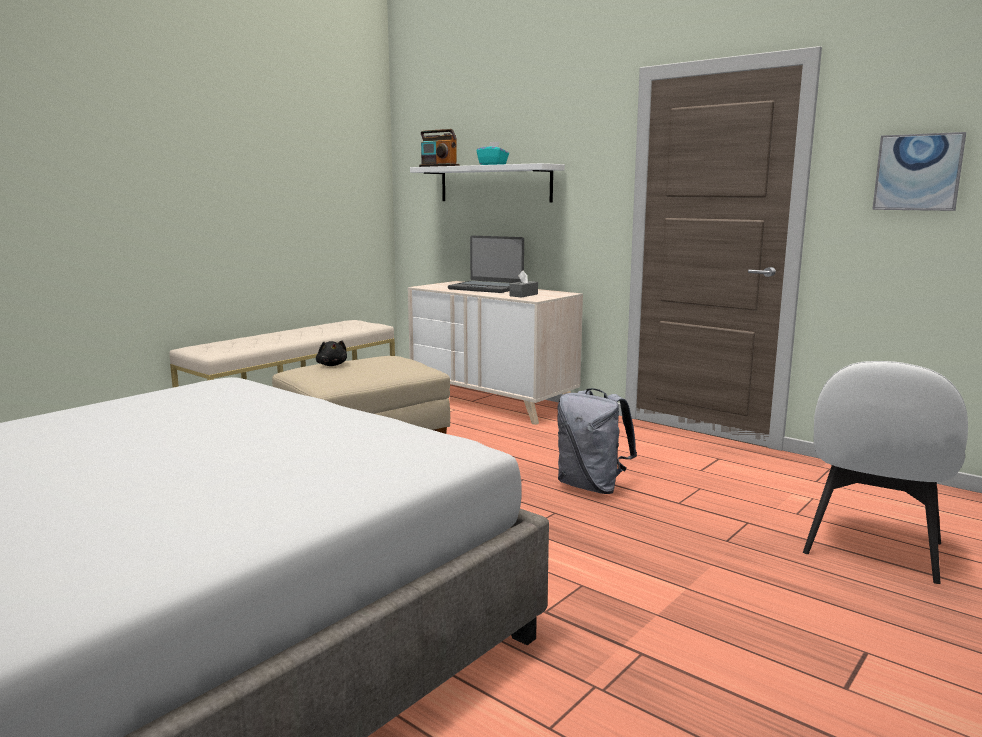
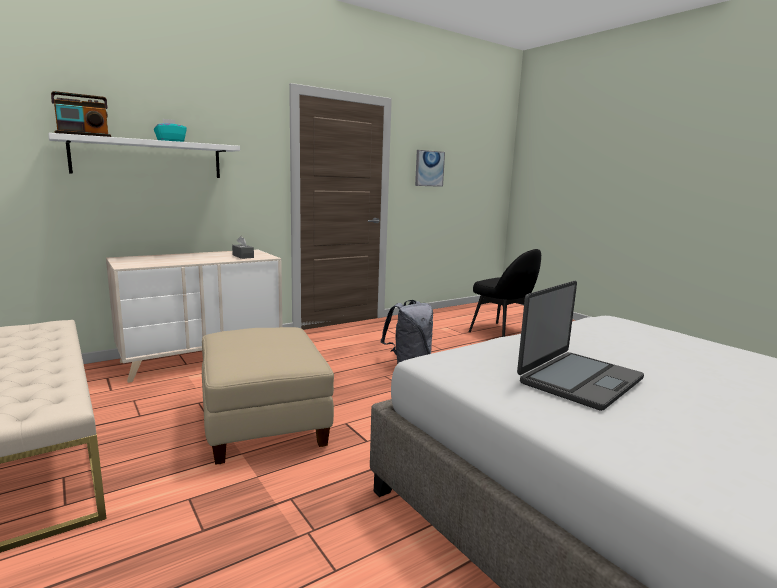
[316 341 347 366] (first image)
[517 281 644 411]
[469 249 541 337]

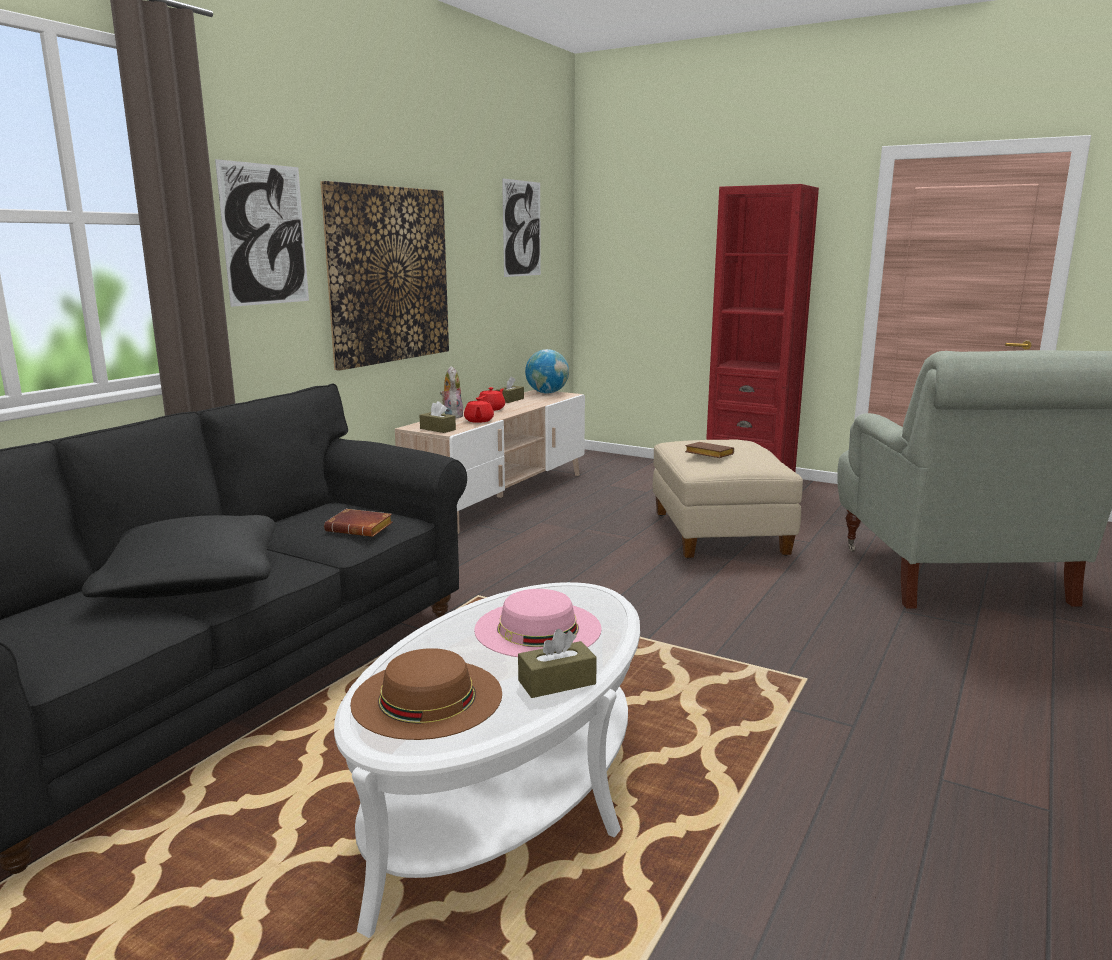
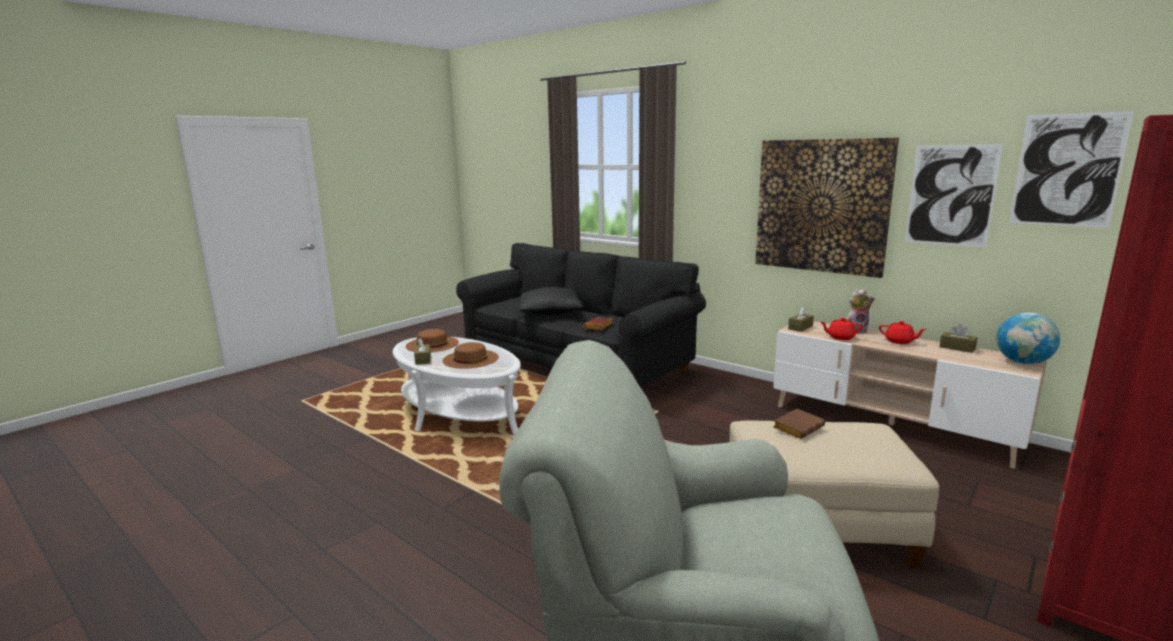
[905 144 1003 248]
[442 342 499 369]

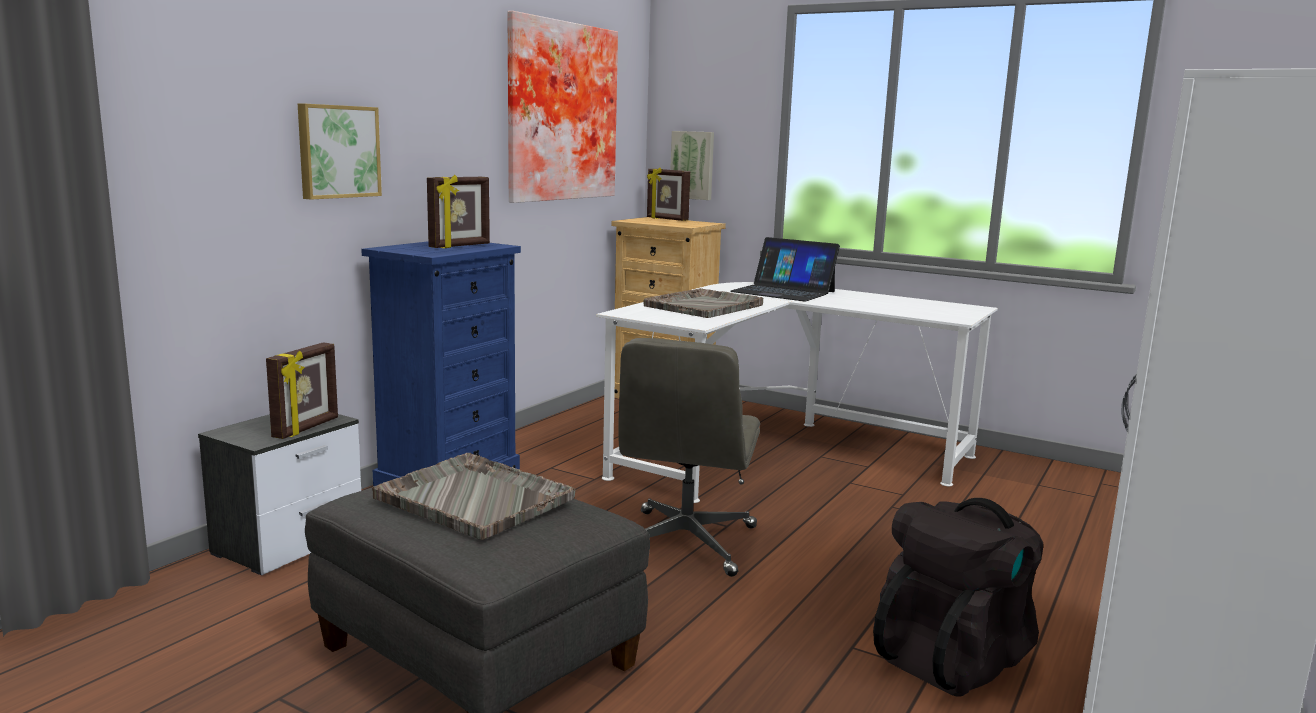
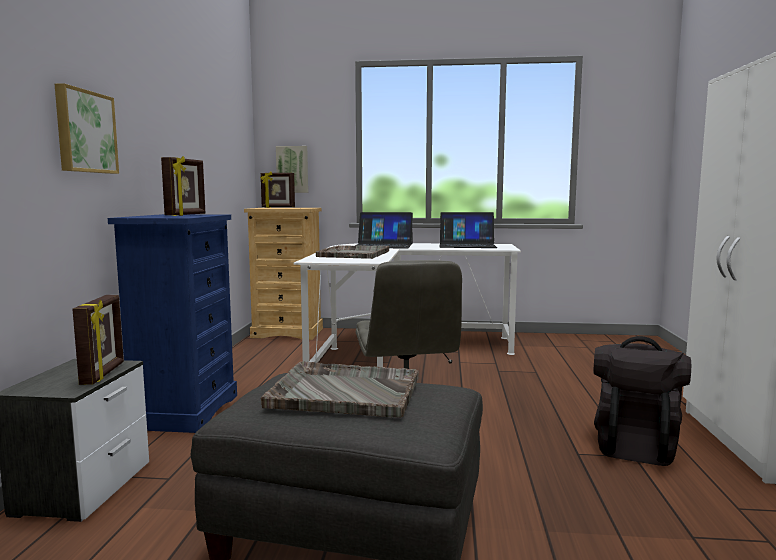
[507 11 618 203] (first image)
[439 212 497 248]

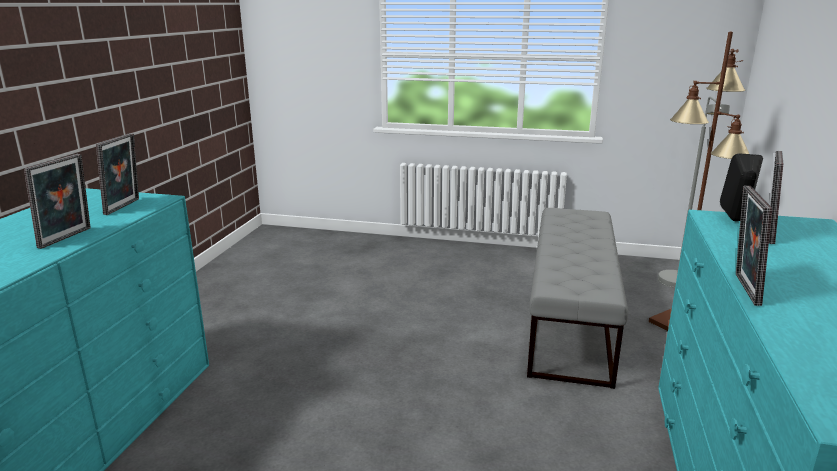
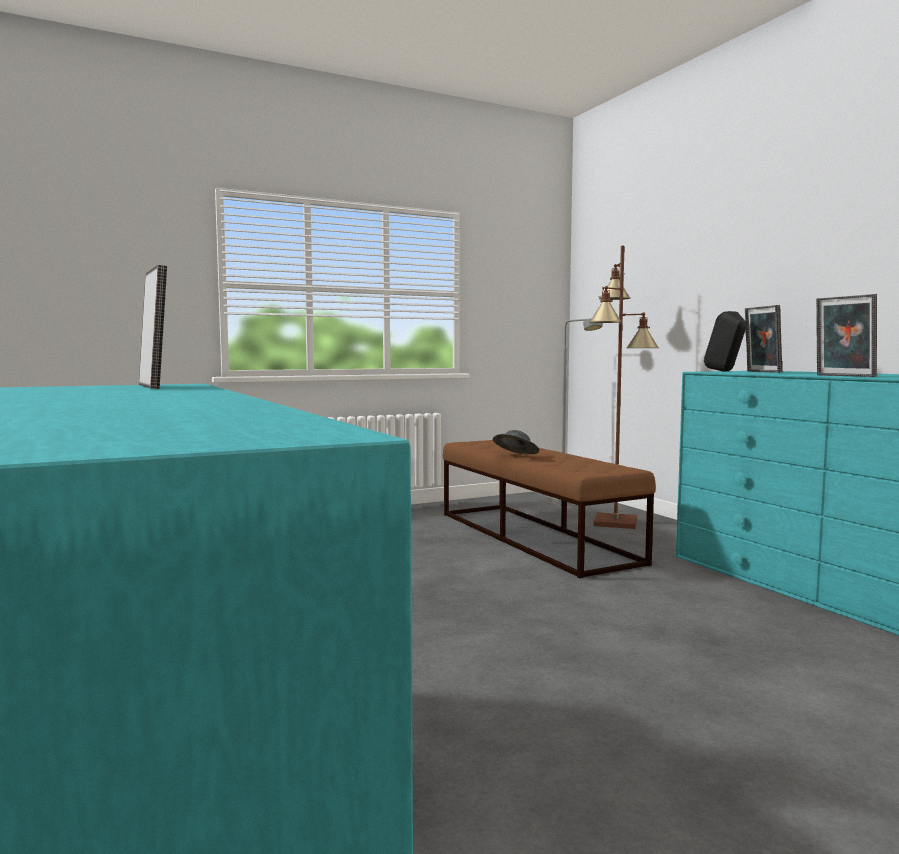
[24 154 91 249] (first image)
[443 440 656 578]
[493 430 540 454]

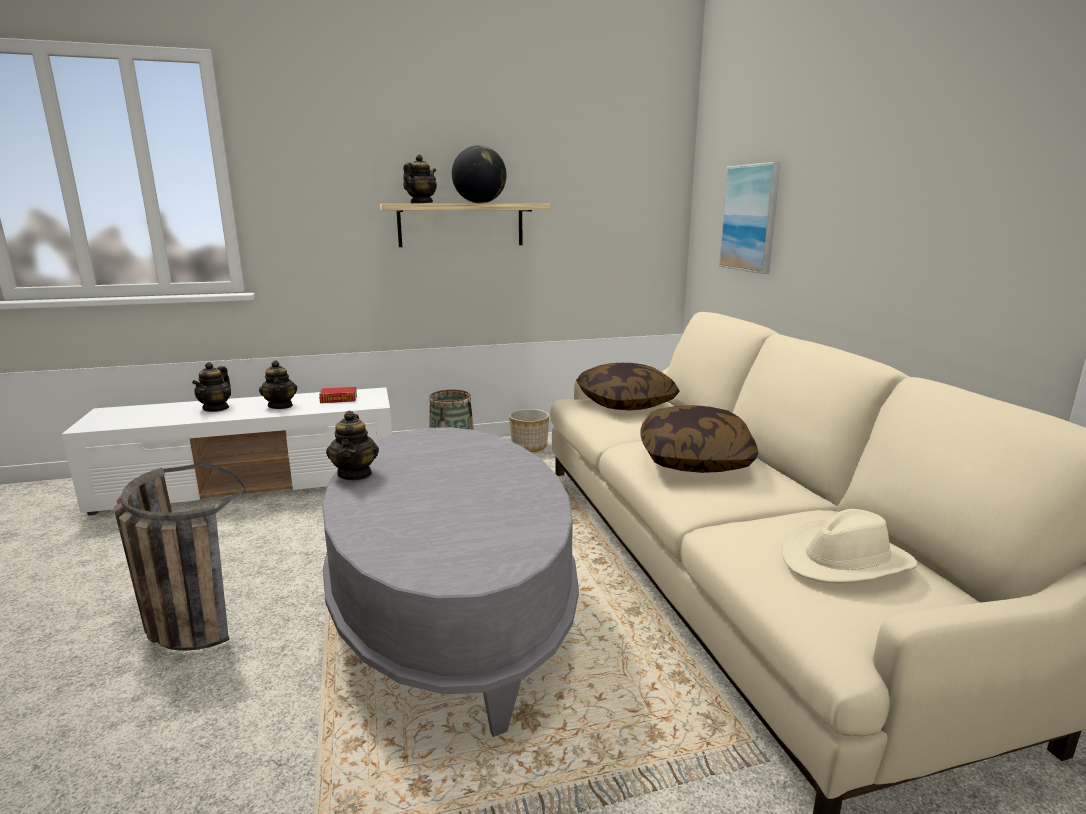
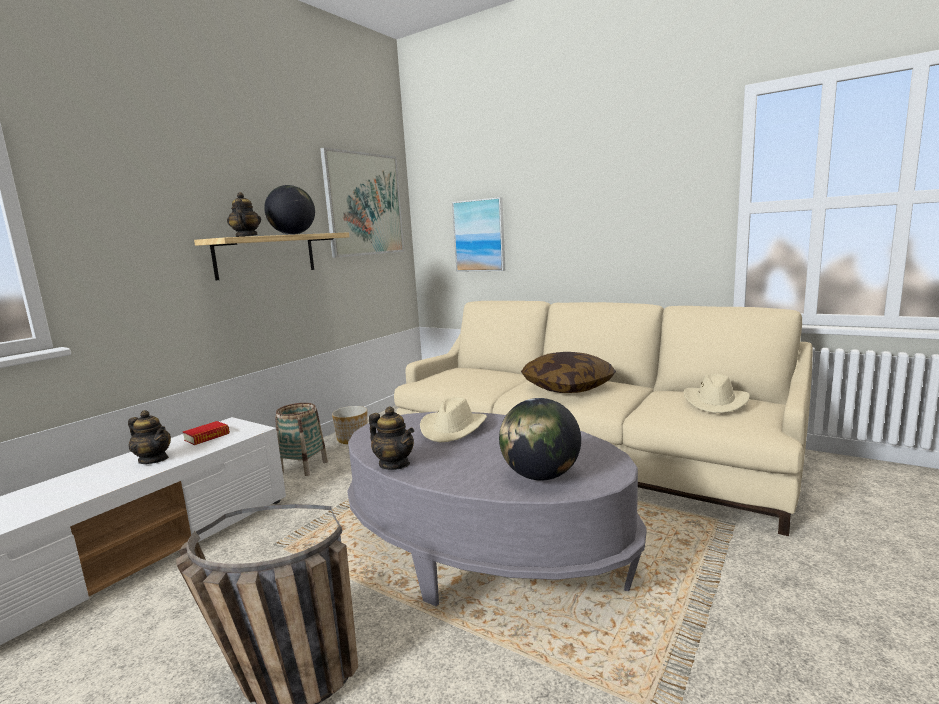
[192 362 231 412] (first image)
[576 363 680 410] (first image)
[320 147 404 258]
[420 397 487 442]
[499 398 581 481]

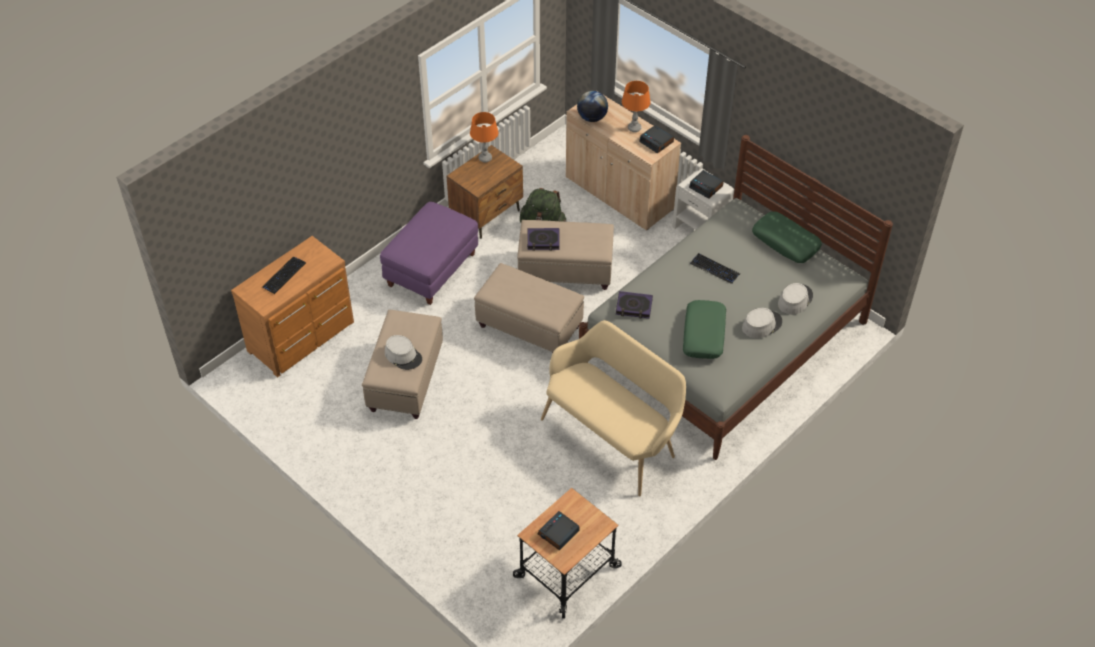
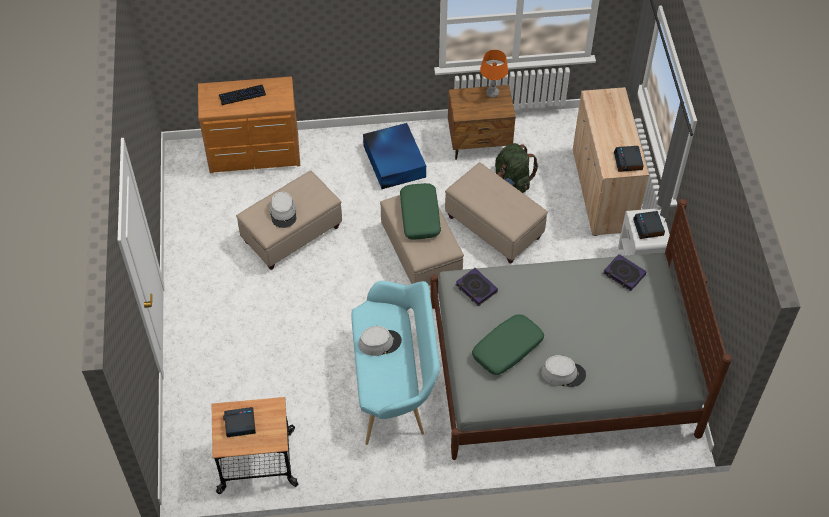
[363 123 426 189]
[603 254 647 291]
[351 281 440 445]
[577 91 608 122] (first image)
[622 81 651 132] (first image)
[690 253 740 284] (first image)
[400 183 441 239]
[358 326 402 356]

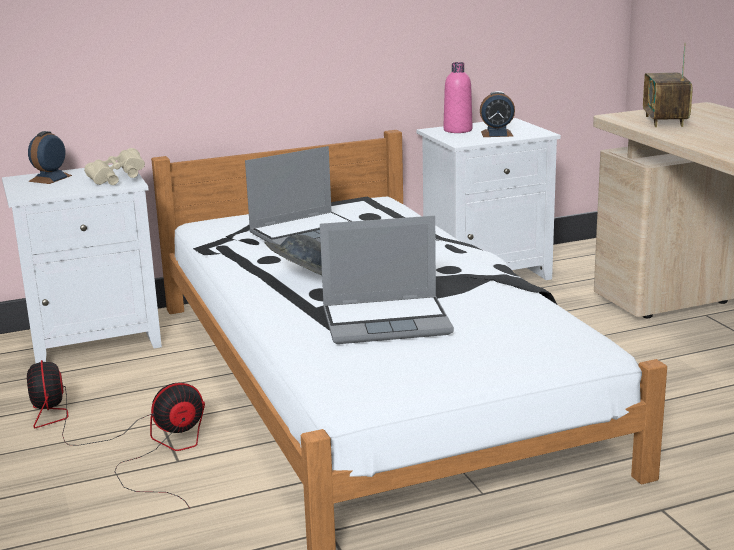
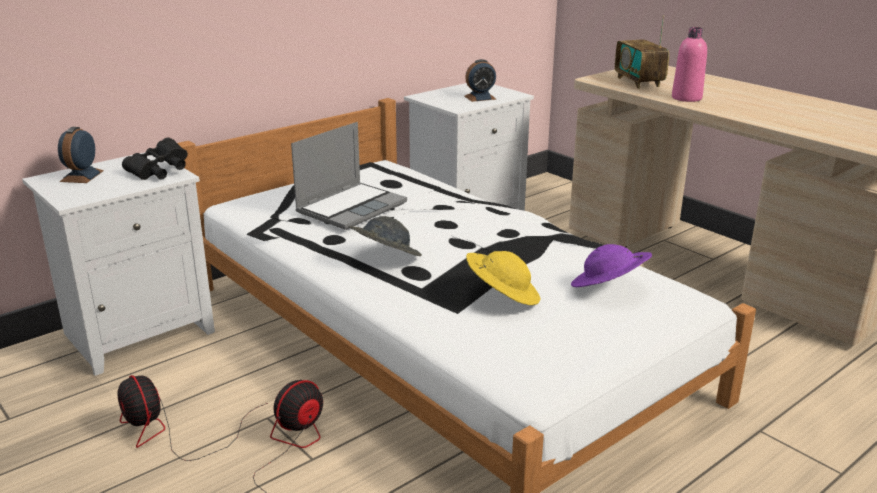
[122 138 188 180]
[466 251 541 305]
[672 27 707 102]
[571 244 652 287]

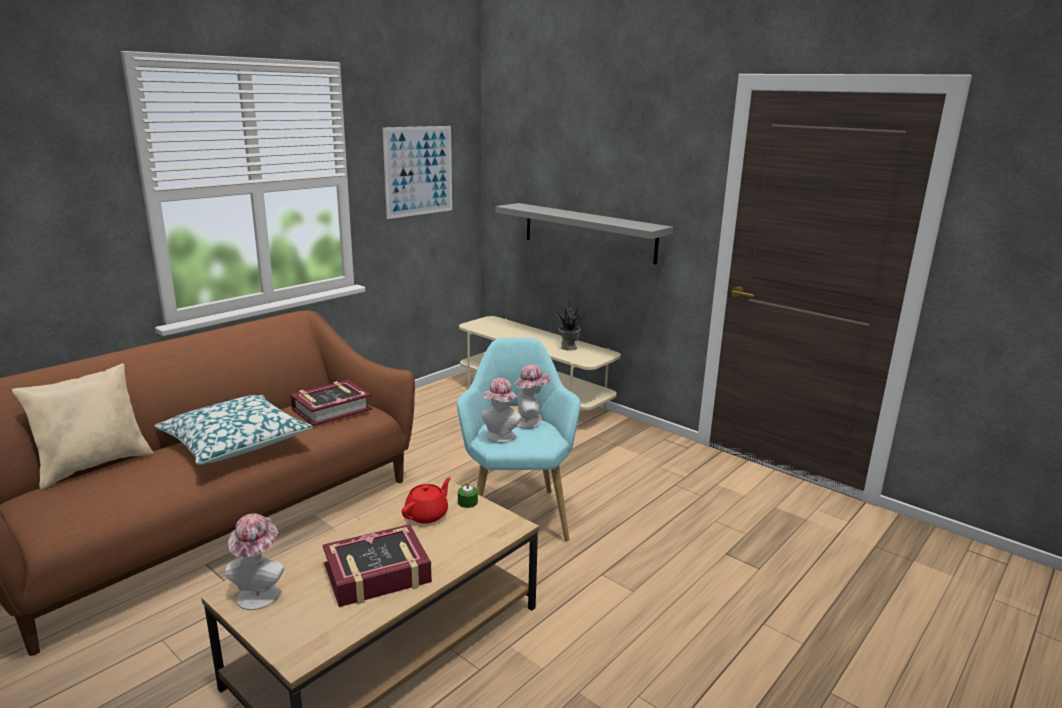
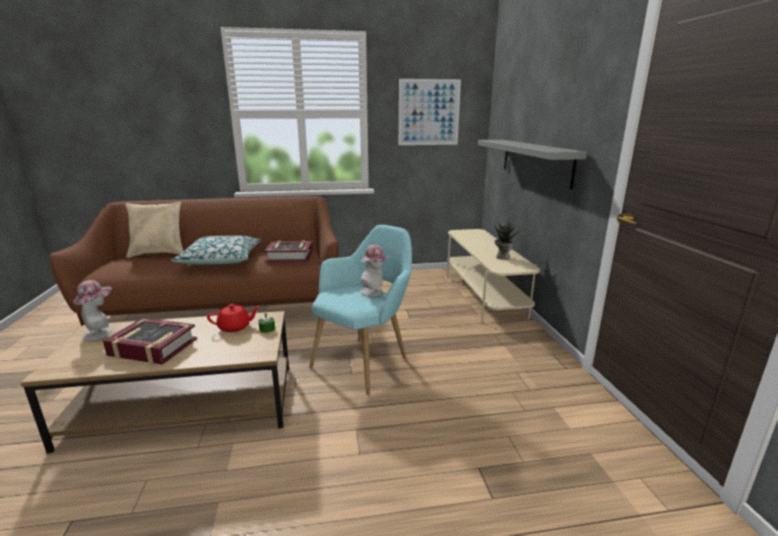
[481 378 522 443] (first image)

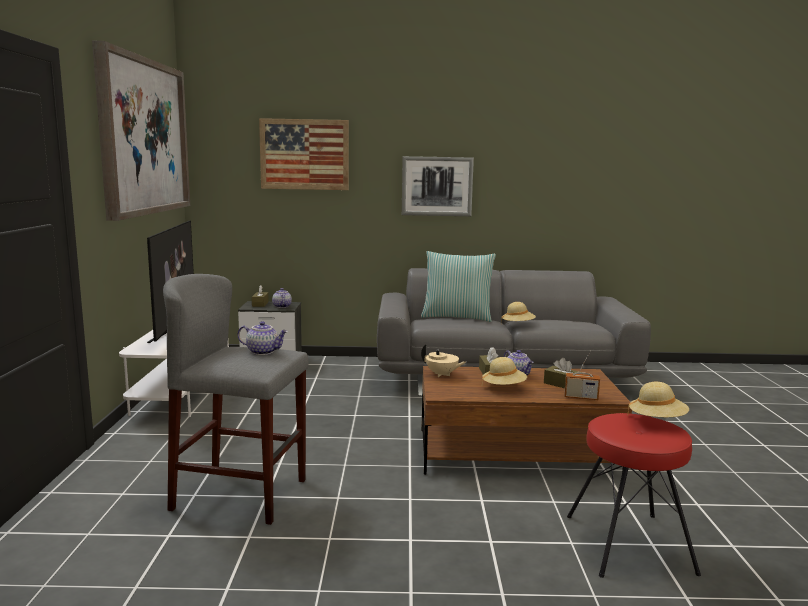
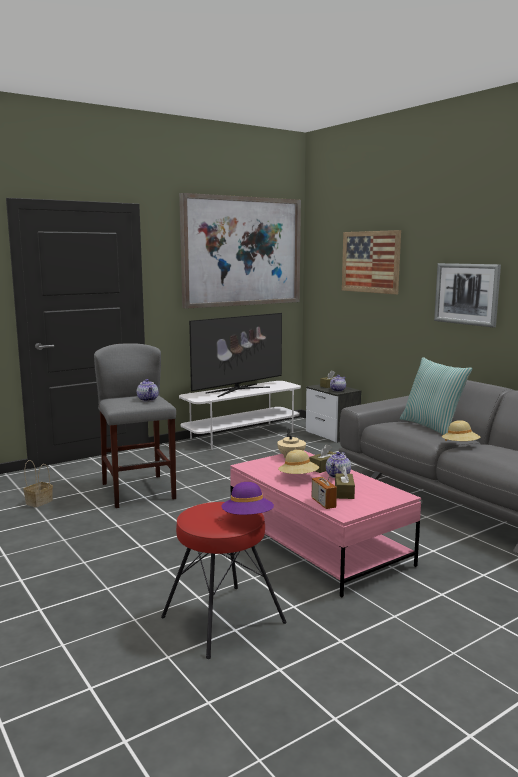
[230 451 421 598]
[221 482 274 515]
[23 460 53 507]

